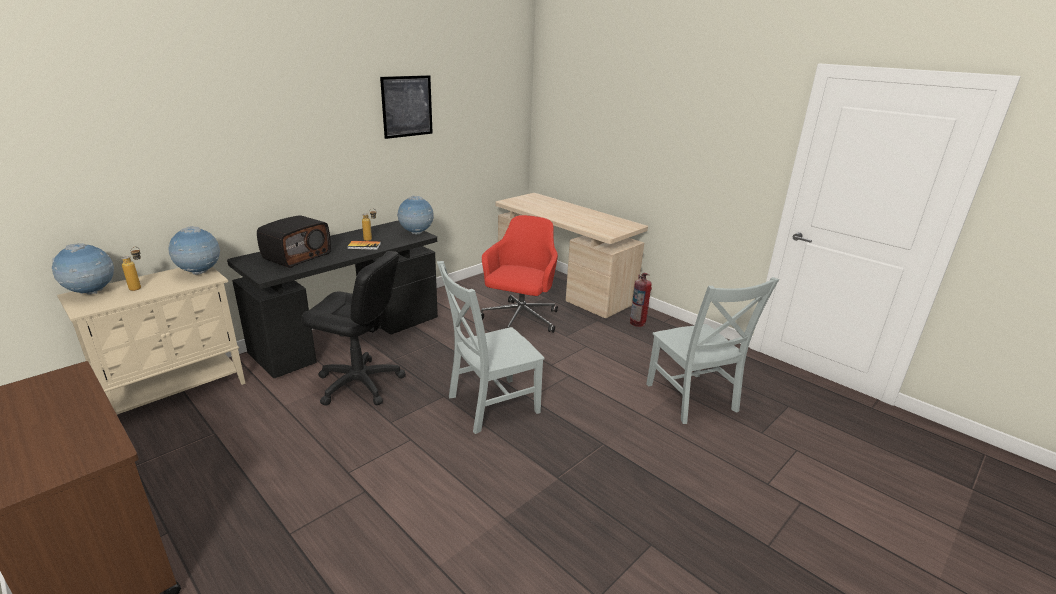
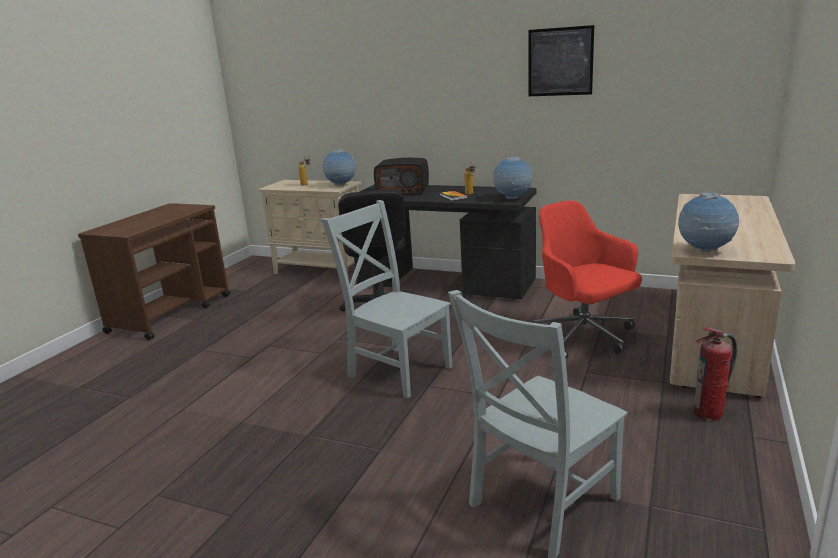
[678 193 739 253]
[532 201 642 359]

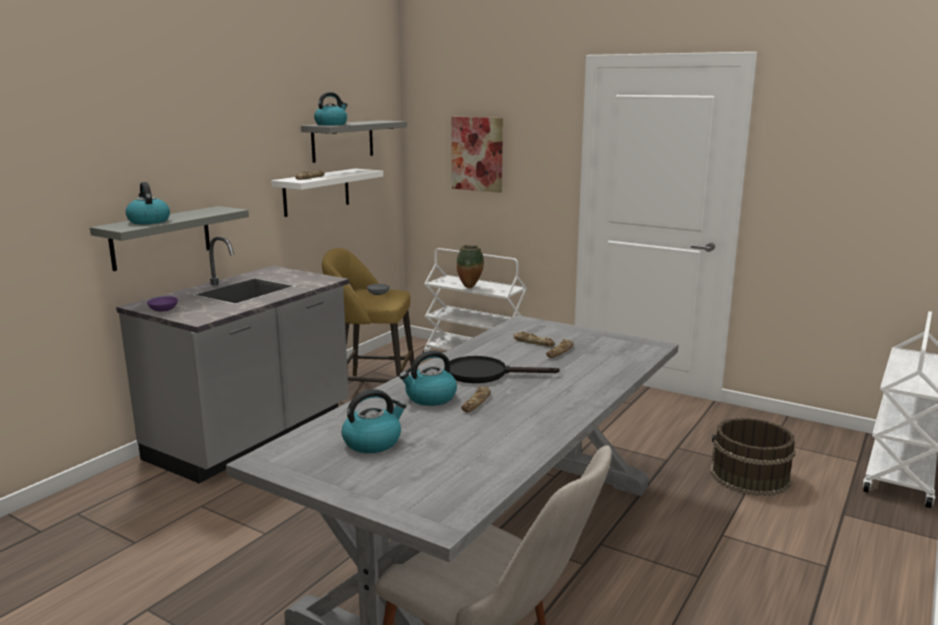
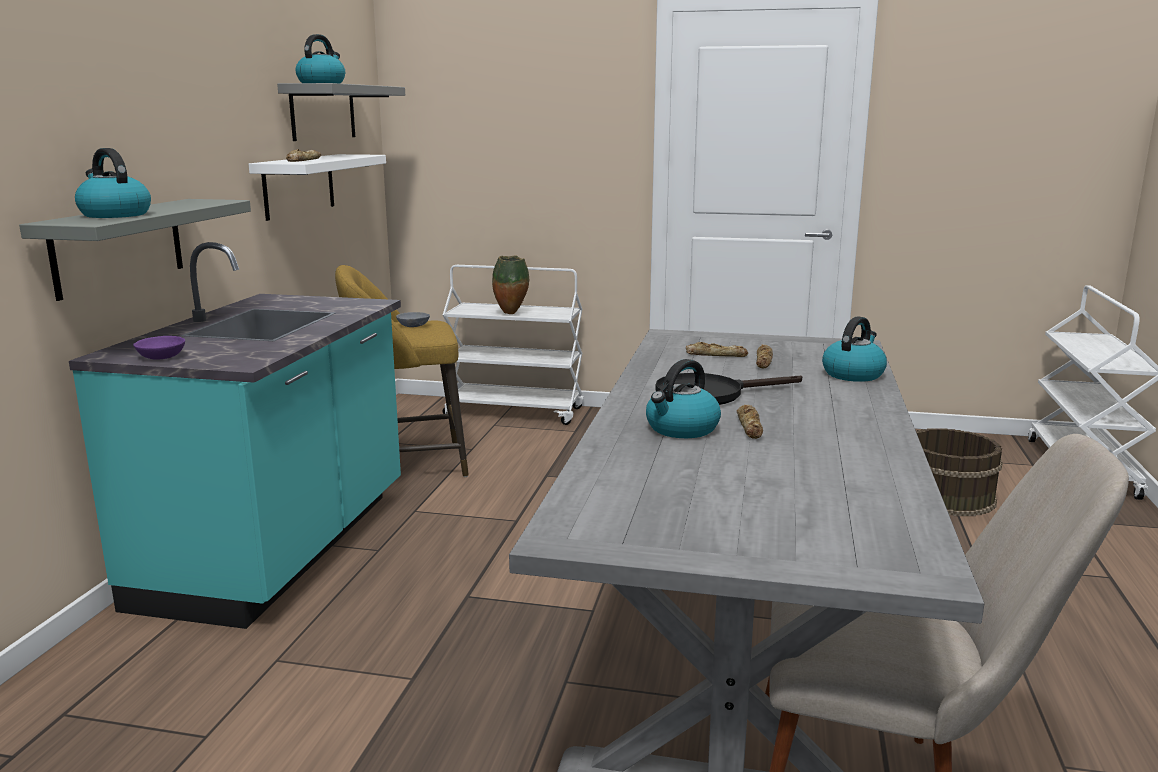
[69 242 401 629]
[822 316 887 382]
[451 117 503 193] (first image)

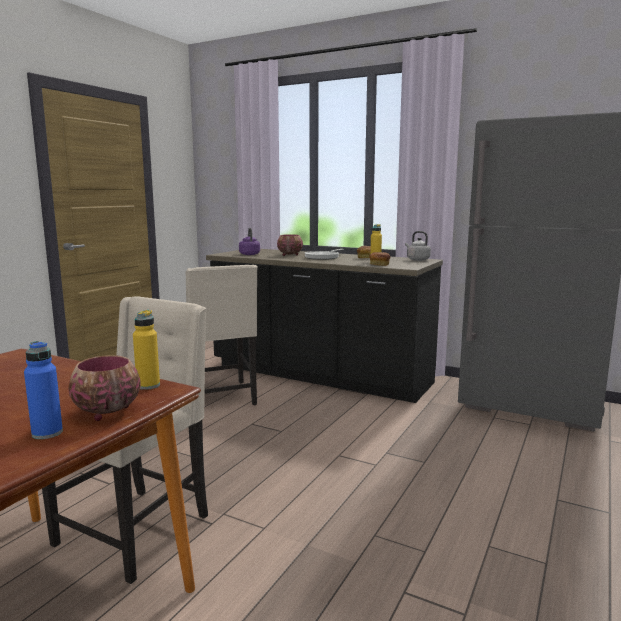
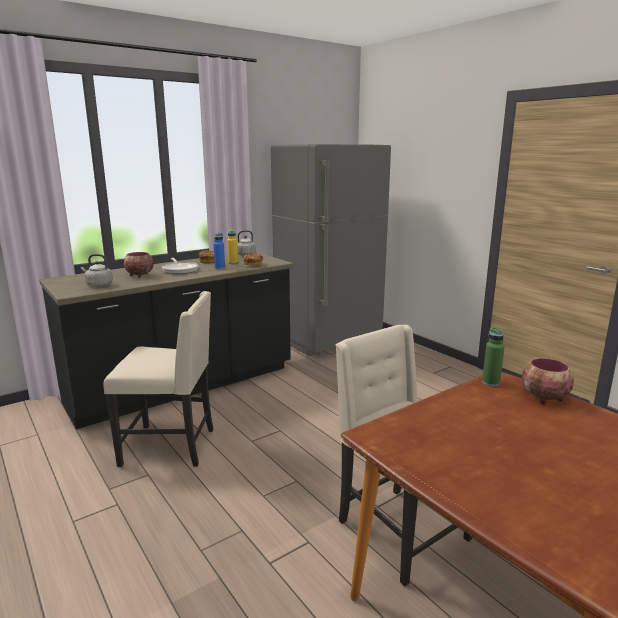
[214 233 225 269]
[482 327 505 386]
[81 254 113 287]

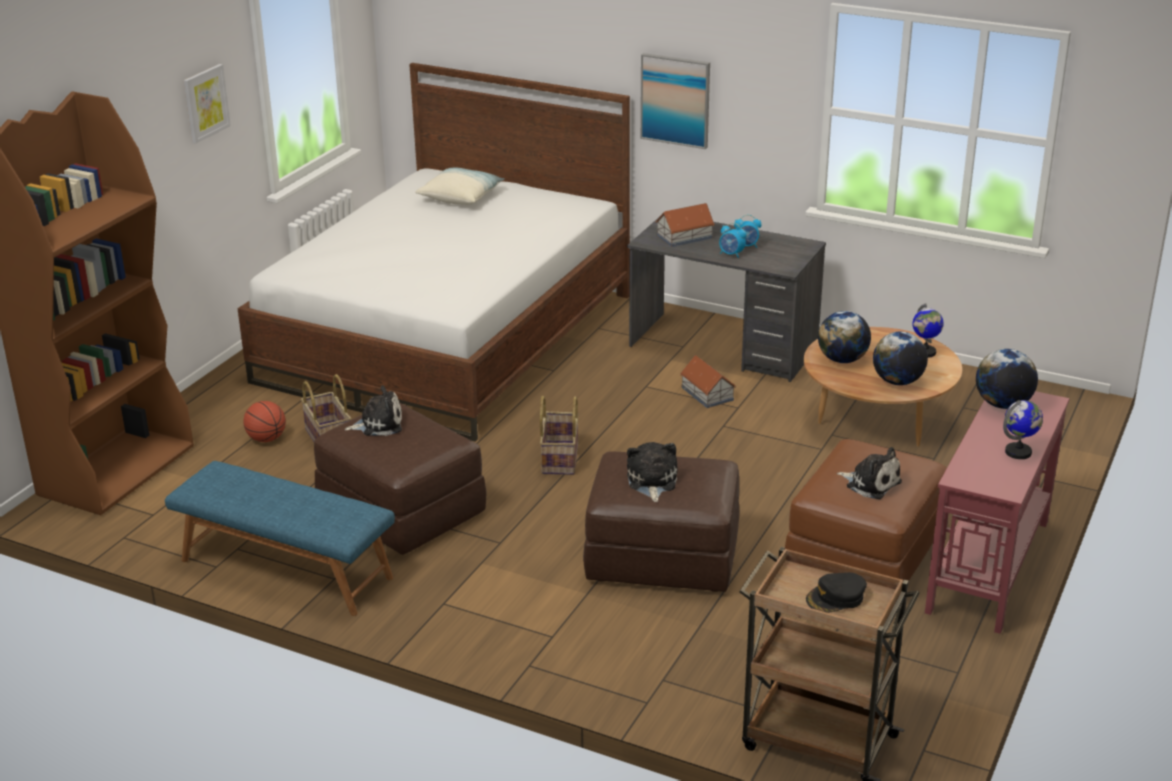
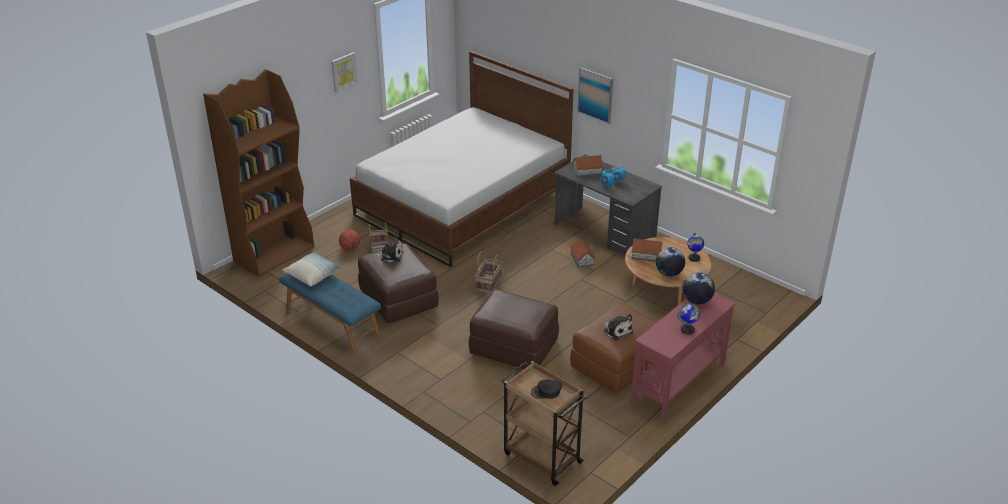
[282 251 342 286]
[627 442 678 502] (first image)
[631 238 662 262]

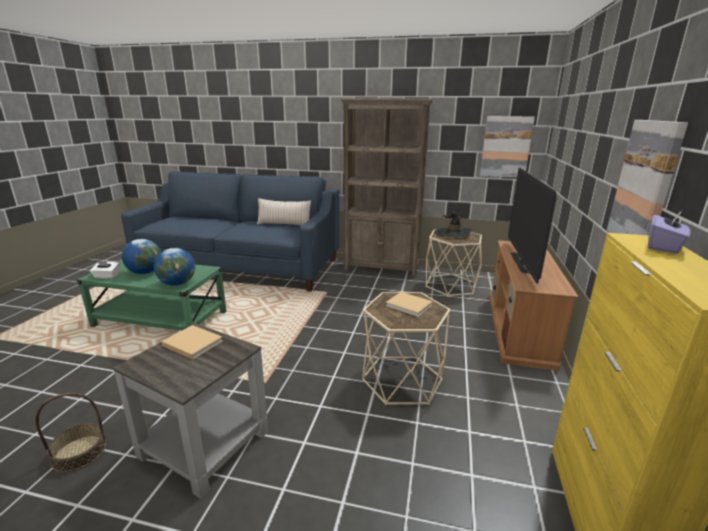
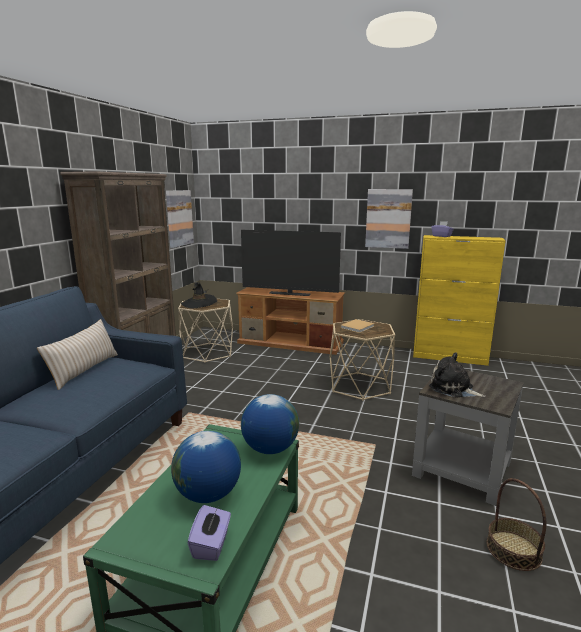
[188 505 231 561]
[429 352 486 398]

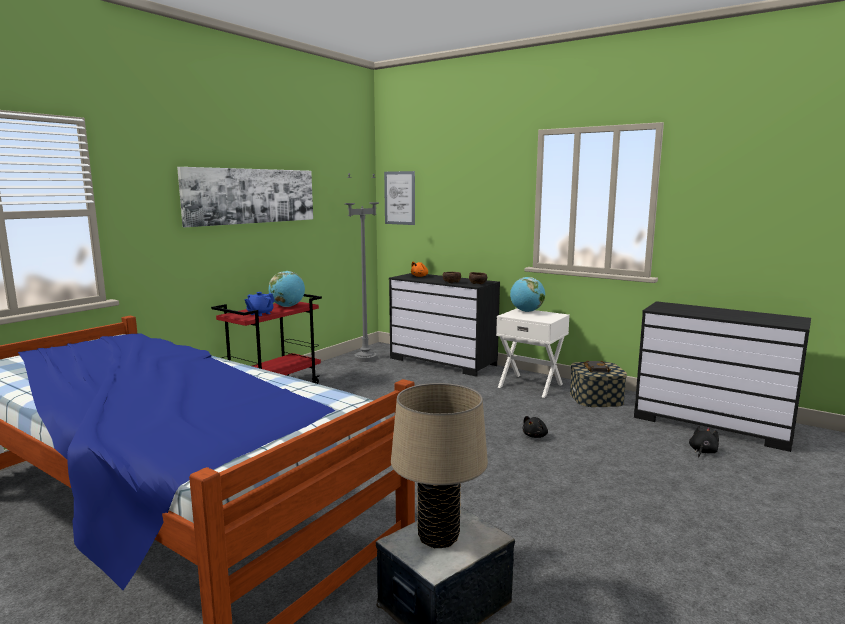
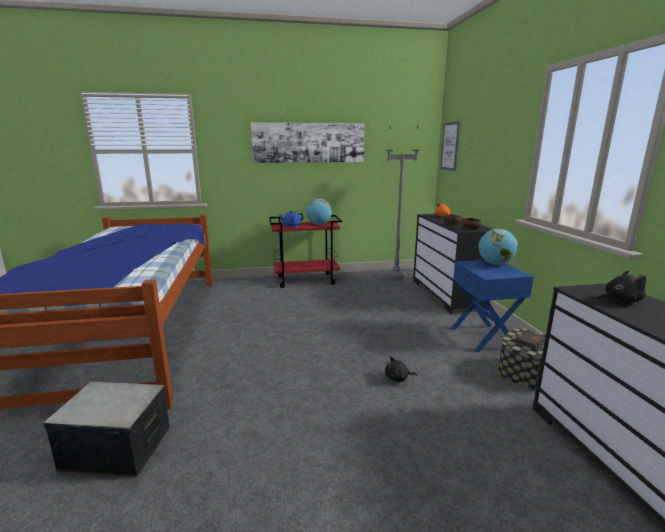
[391 383 488 548] (first image)
[450 260 534 352]
[597 270 647 303]

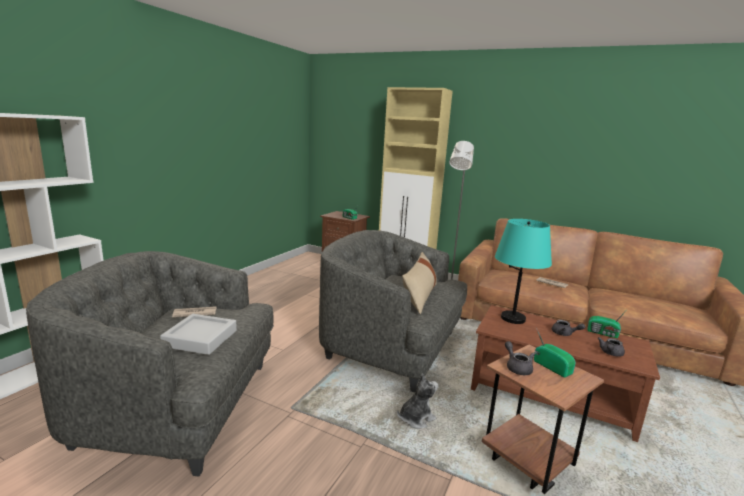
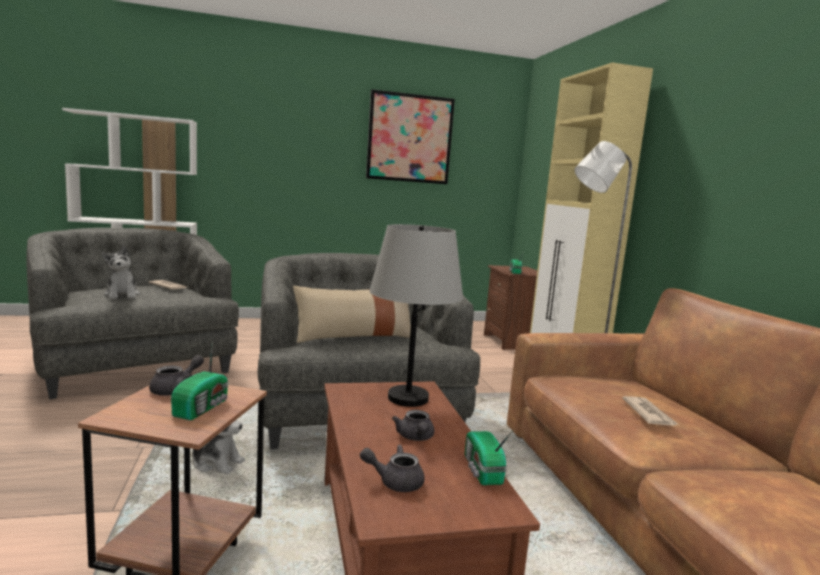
[102 246 140 299]
[369 224 463 407]
[366 89 455 184]

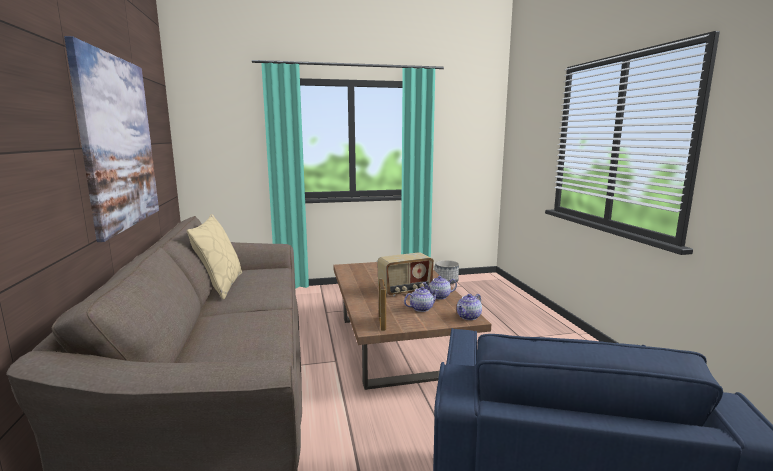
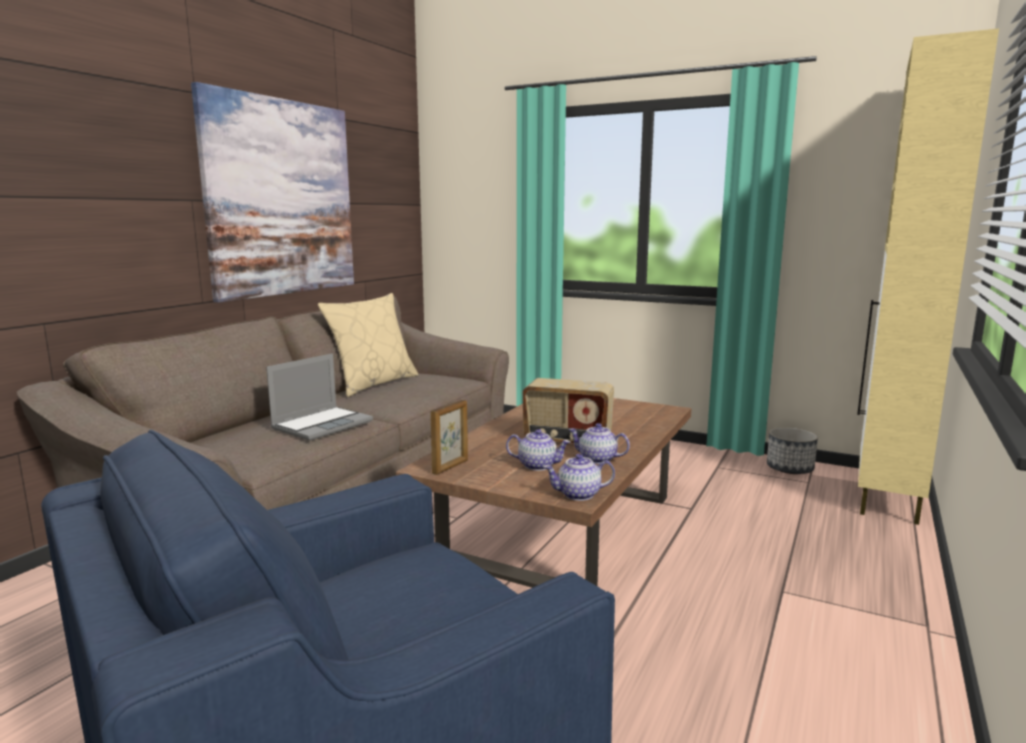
[266 353 373 441]
[857 28 999 525]

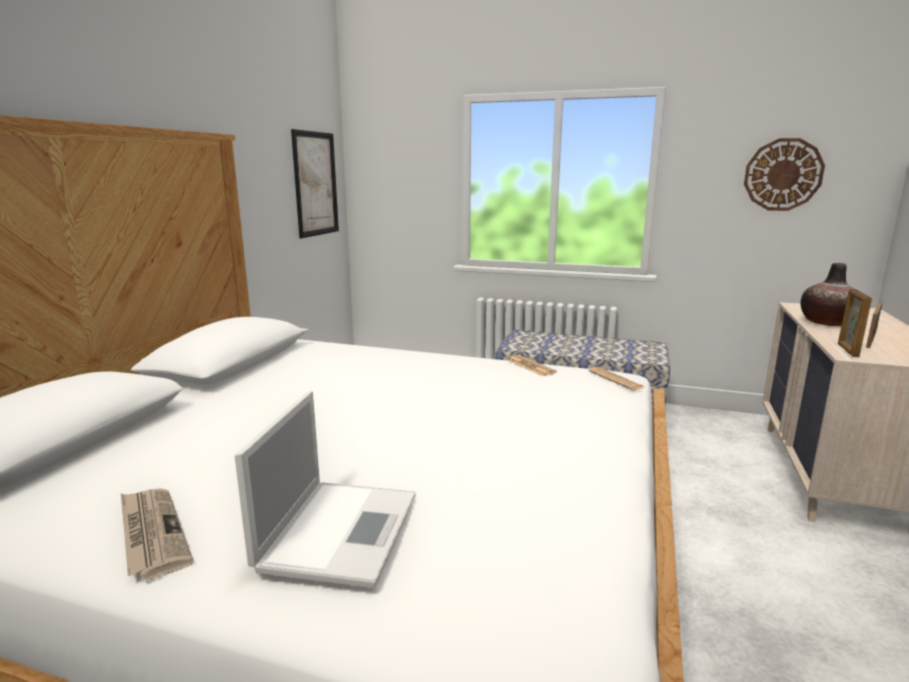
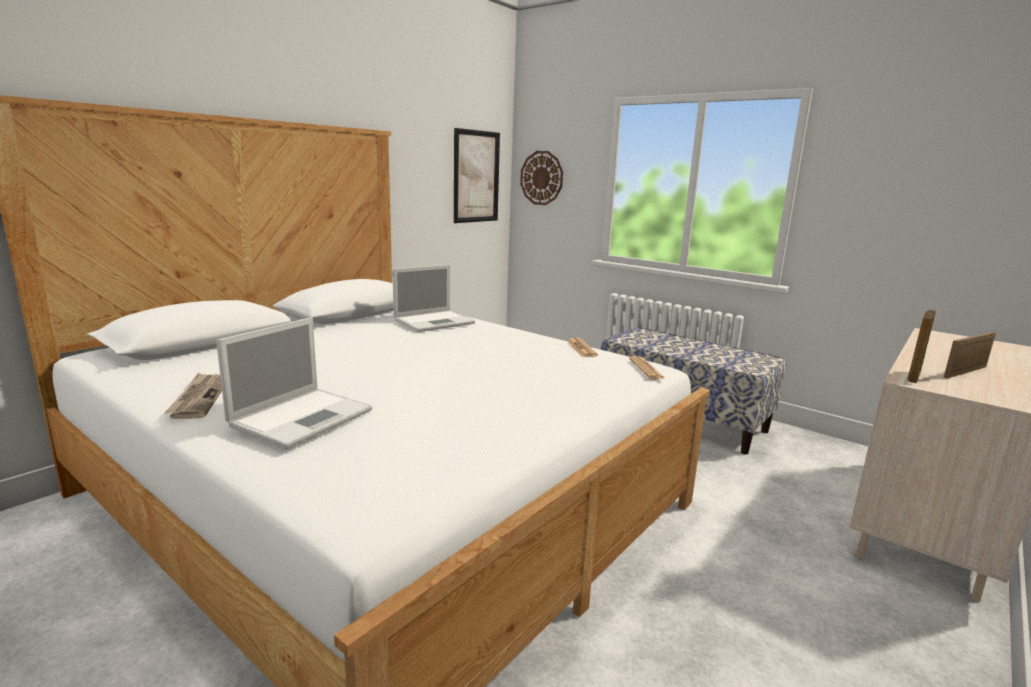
[520 151 563 205]
[801 263 854 326] (first image)
[392 265 475 332]

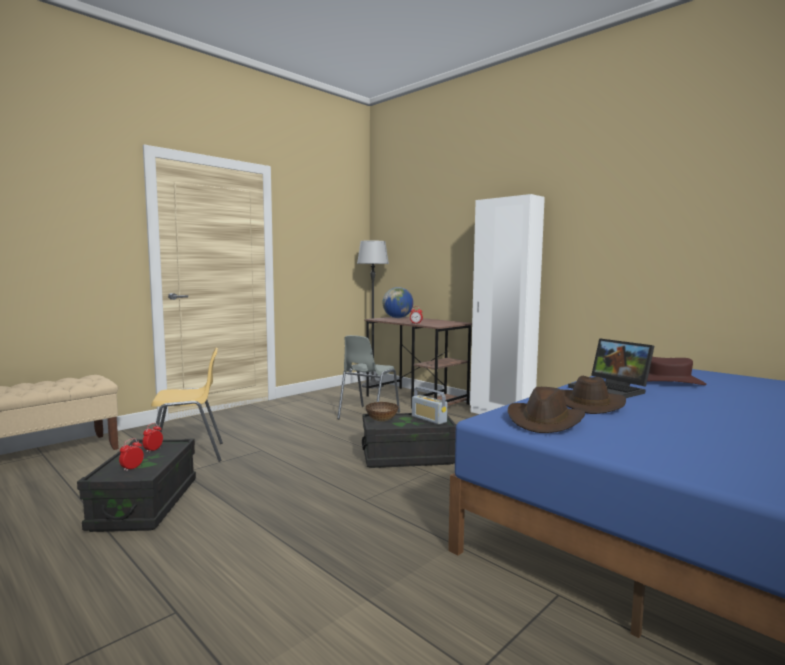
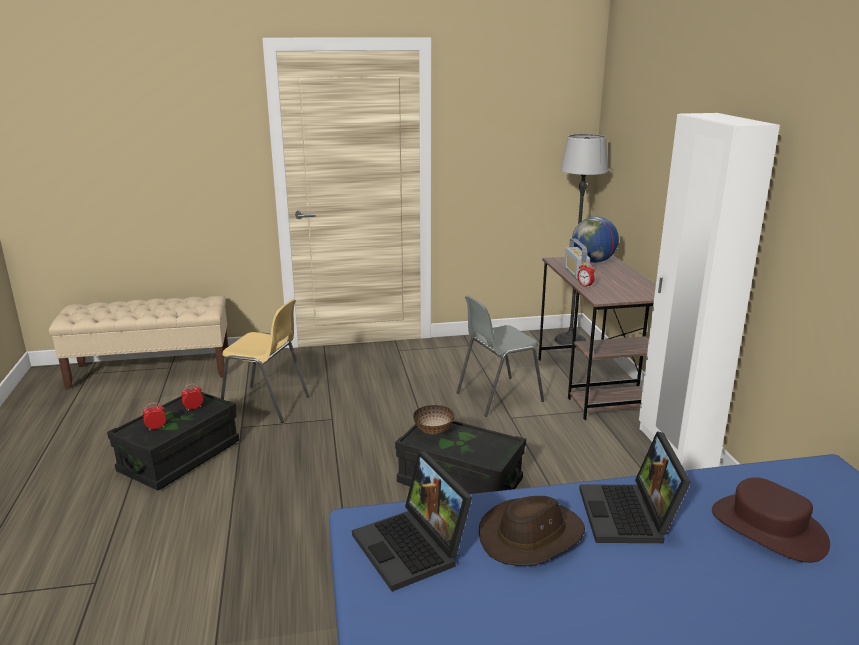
[564 238 590 279]
[352 451 472 592]

